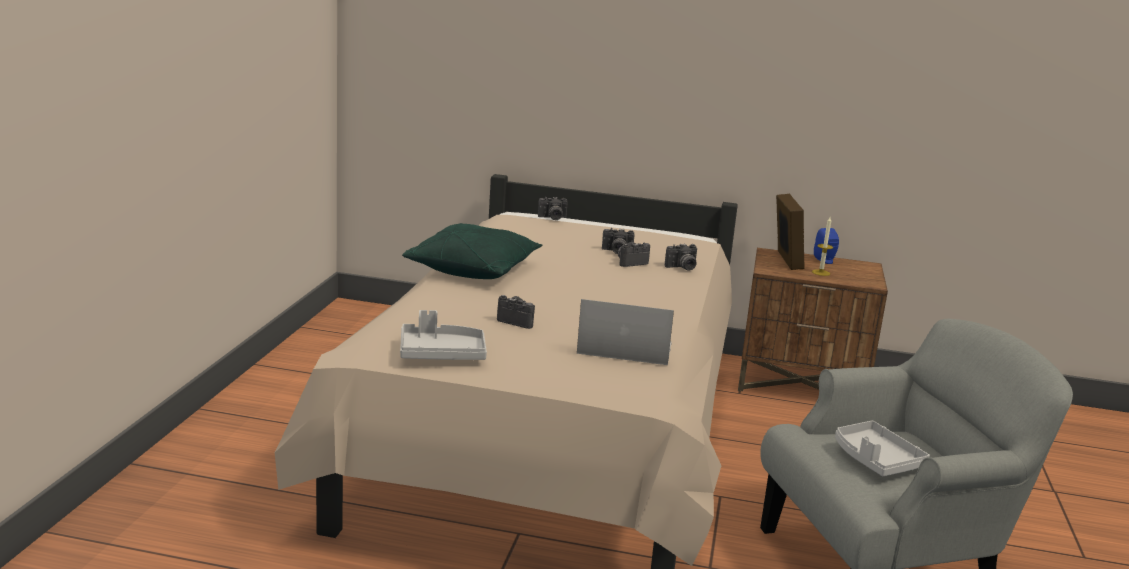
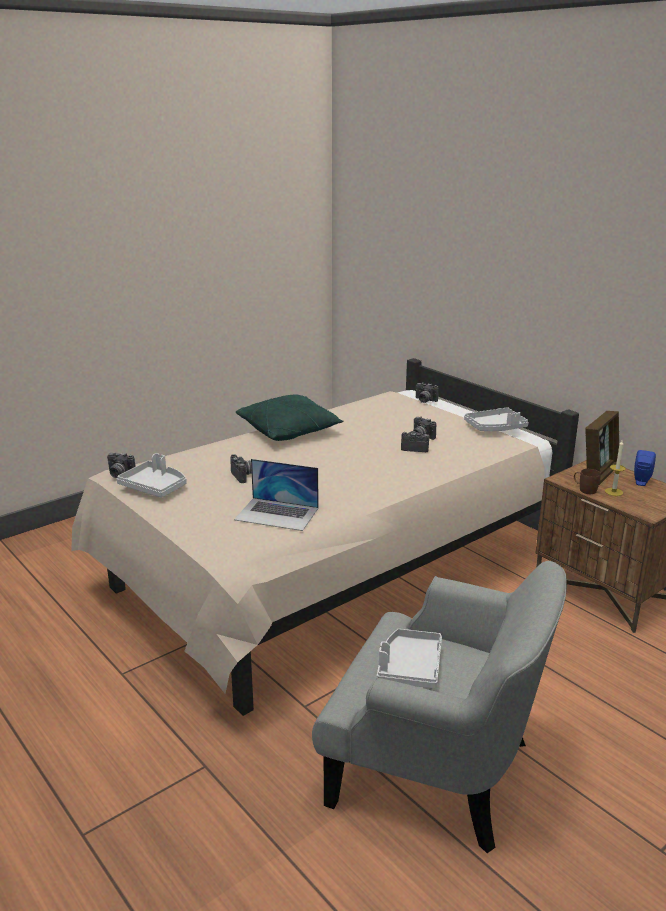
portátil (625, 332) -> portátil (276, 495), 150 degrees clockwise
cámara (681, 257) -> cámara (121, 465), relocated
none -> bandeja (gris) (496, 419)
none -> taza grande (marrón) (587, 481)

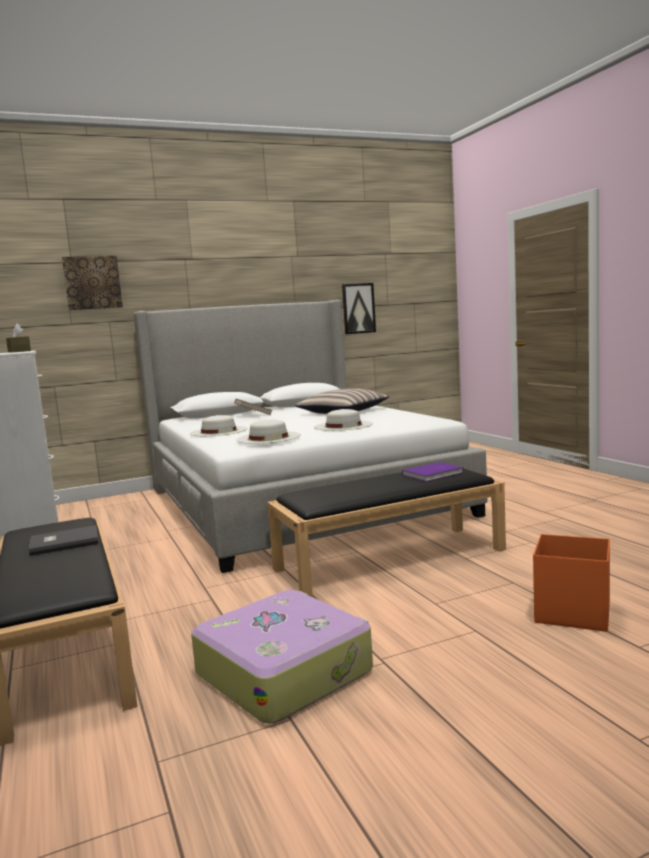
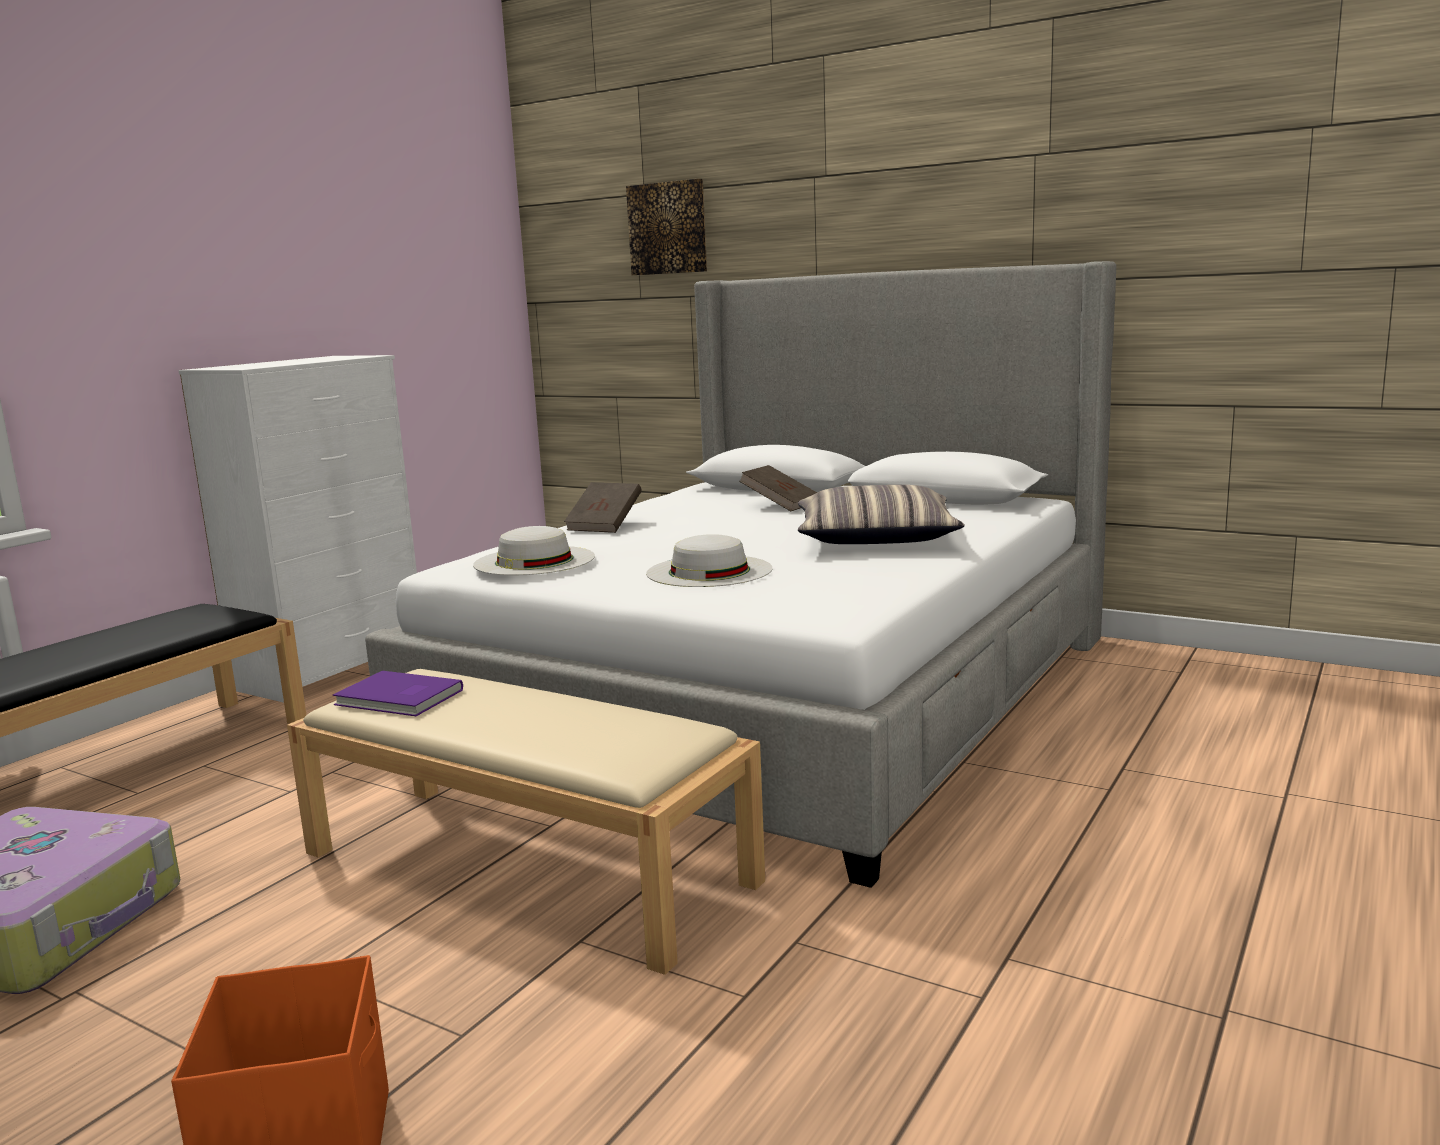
caja de pañuelos (marrón) (18, 337) -> none
libro (gris) (63, 540) -> none
sombrero (blanco) (219, 425) -> libro (marrón) (602, 507)
banco (negro) (386, 532) -> banco (beis) (526, 822)
cuadro (359, 308) -> none
libro (morado) (433, 471) -> libro (morado) (398, 693), relocated

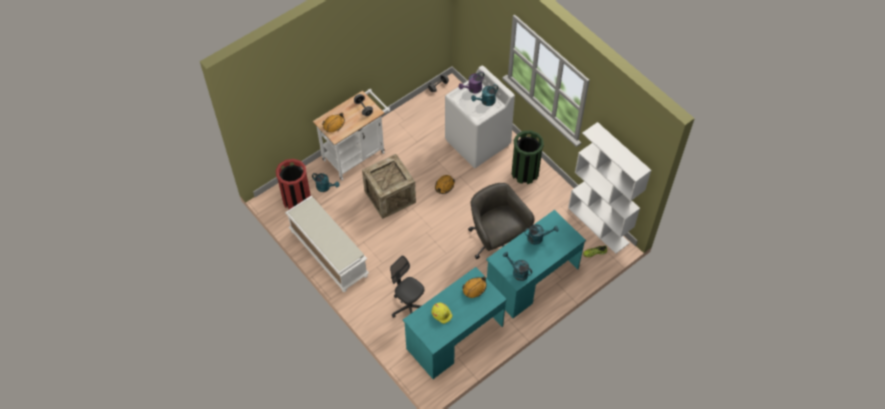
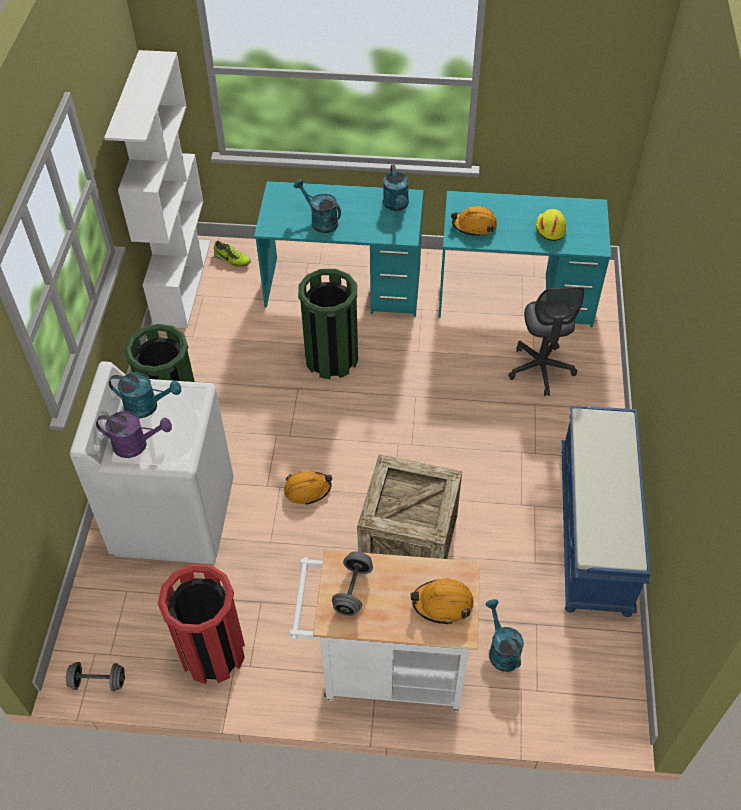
papelera (rojo) (293, 184) -> papelera (rojo) (201, 624), relocated
banco (blanco) (327, 244) -> banco (azul) (606, 511)
silla de oficina (gris) (501, 221) -> papelera (verde) (328, 324)

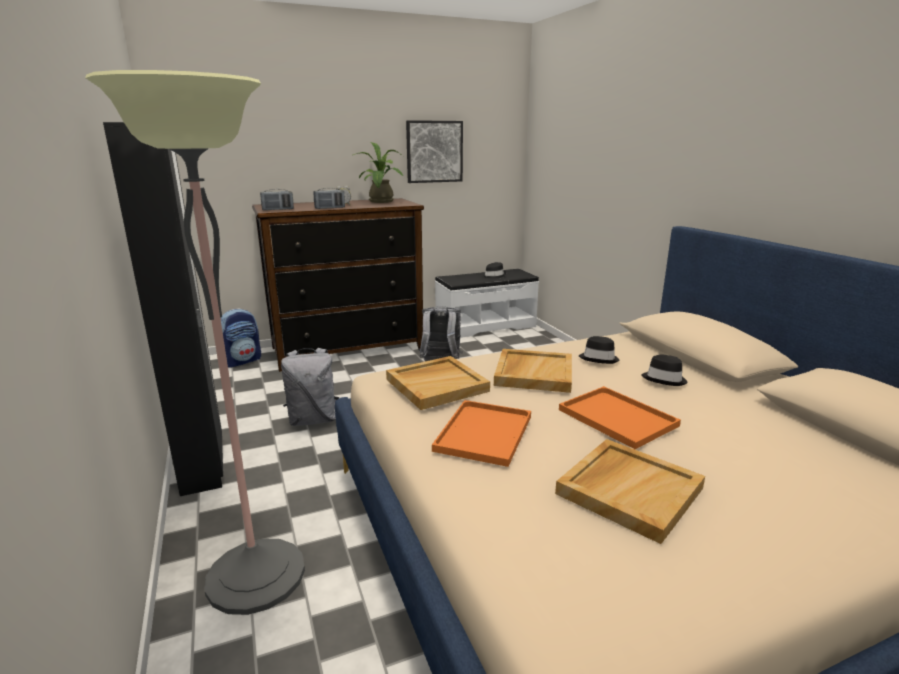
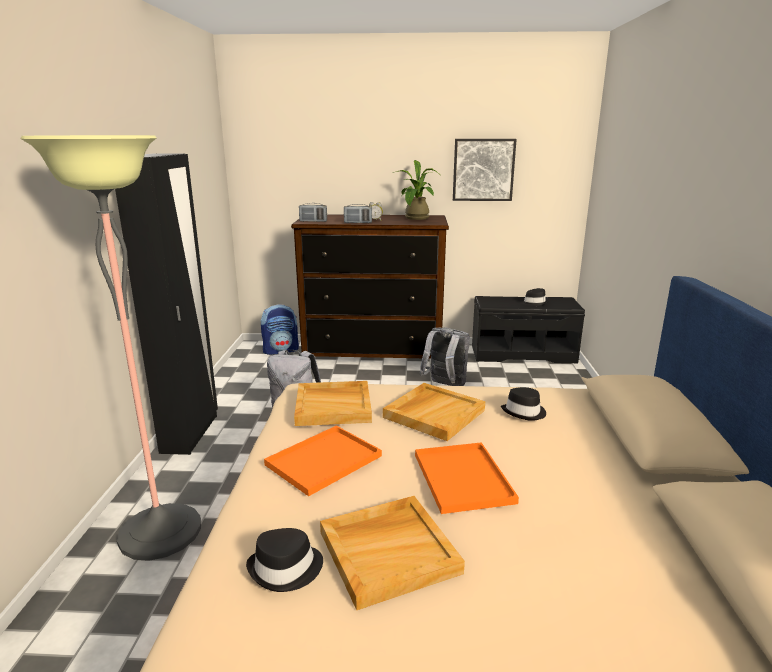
banco (blanco) (487, 303) -> banco (negro) (528, 330)
sombrero (negro) (665, 370) -> sombrero (negro) (284, 560), relocated

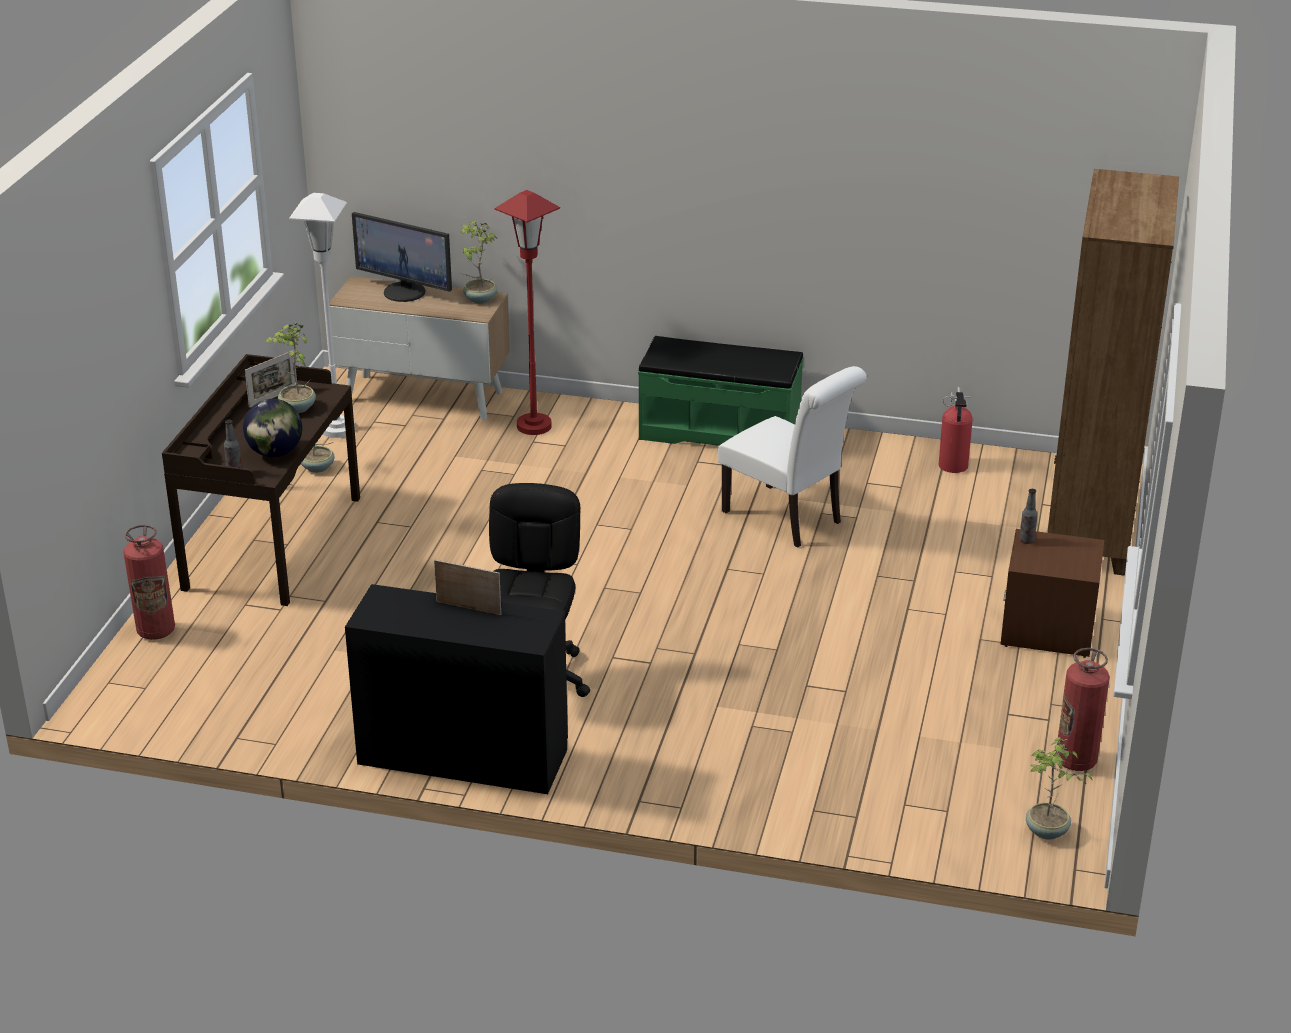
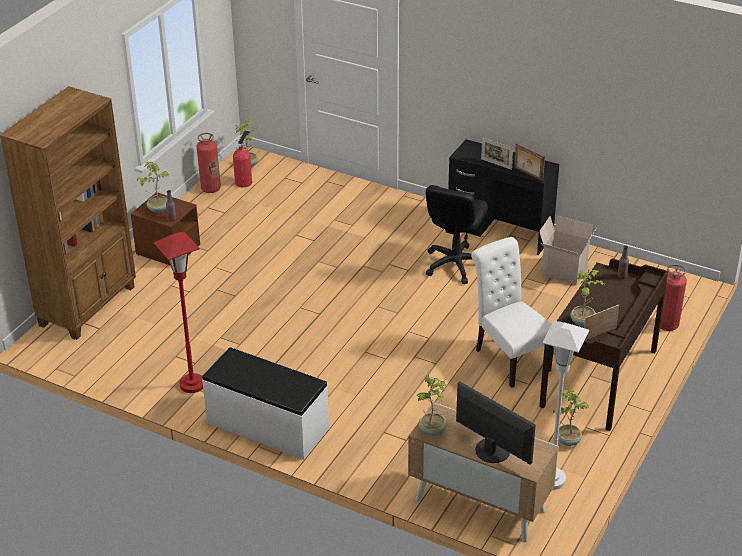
globo terráqueo (272, 428) -> none
lámpara de pie (rojo) (527, 312) -> lámpara de pie (rojo) (178, 312), relocated
banco (verde) (720, 391) -> banco (blanco) (265, 403)
silla (blanco) (792, 456) -> silla (blanco) (512, 312), relocated
extintor (956, 430) -> extintor (242, 158), relocated
none -> planta en maceta (153, 187)
none -> portarretratos (529, 162)
none -> caja de cartón (568, 250)

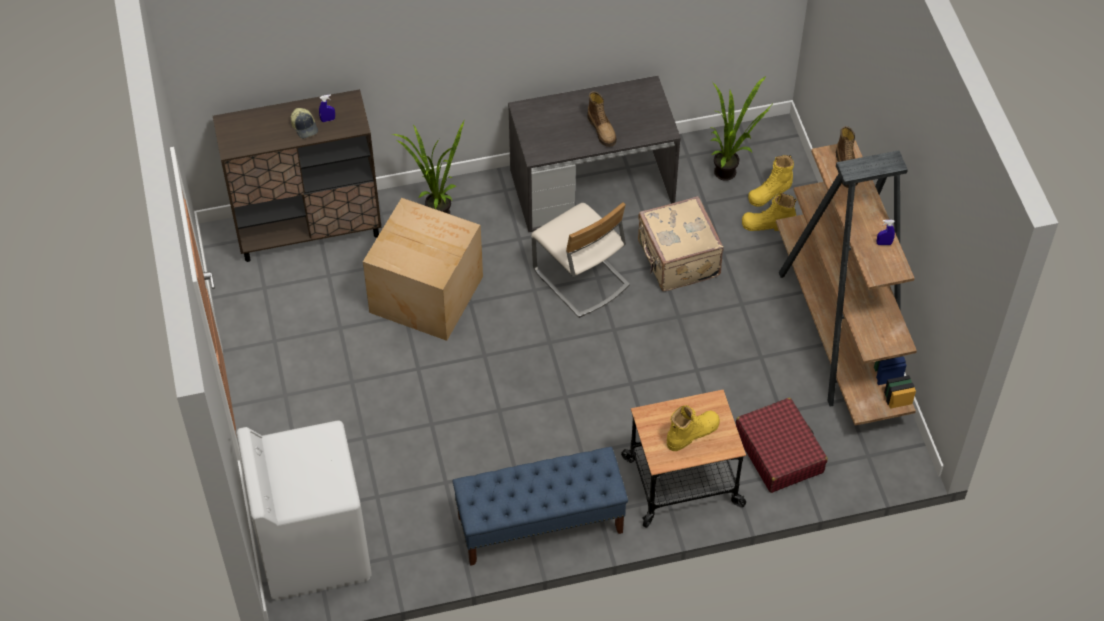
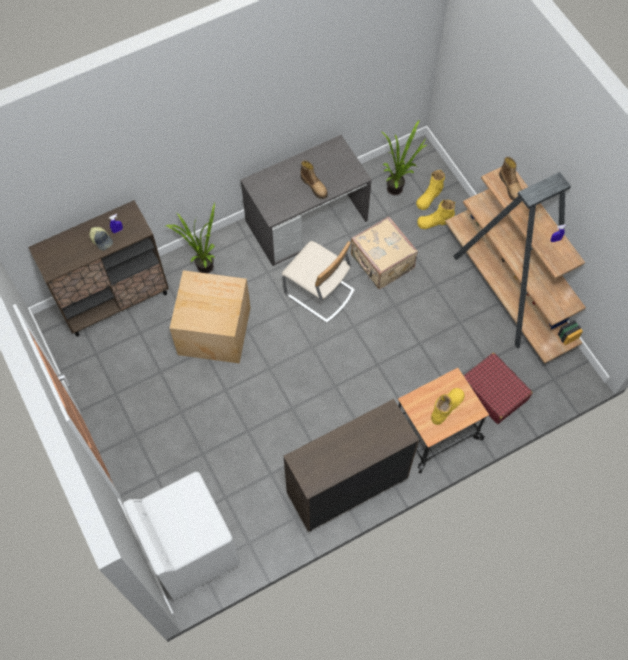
banco (azul) (540, 506) -> armario (marrón) (351, 465)

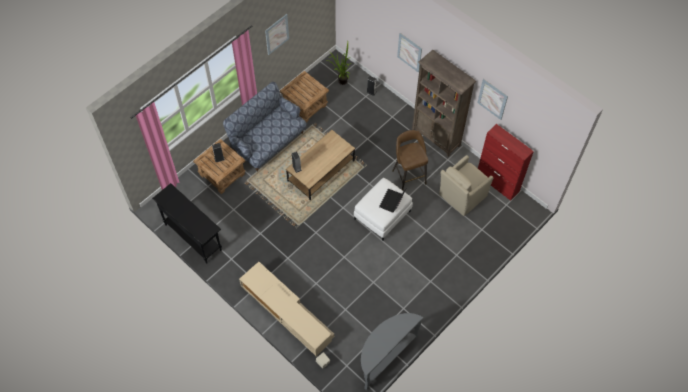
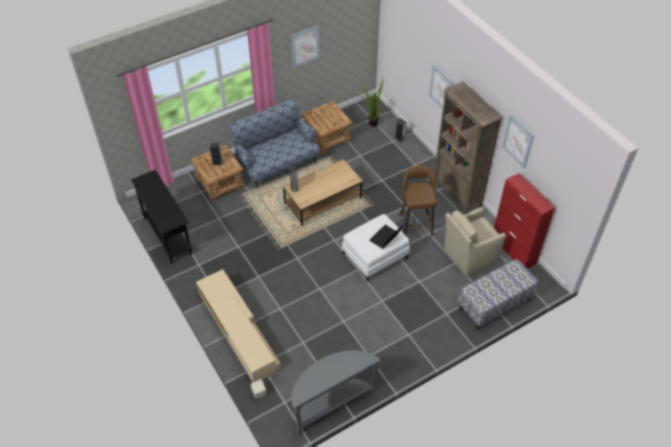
none -> banco (498, 294)

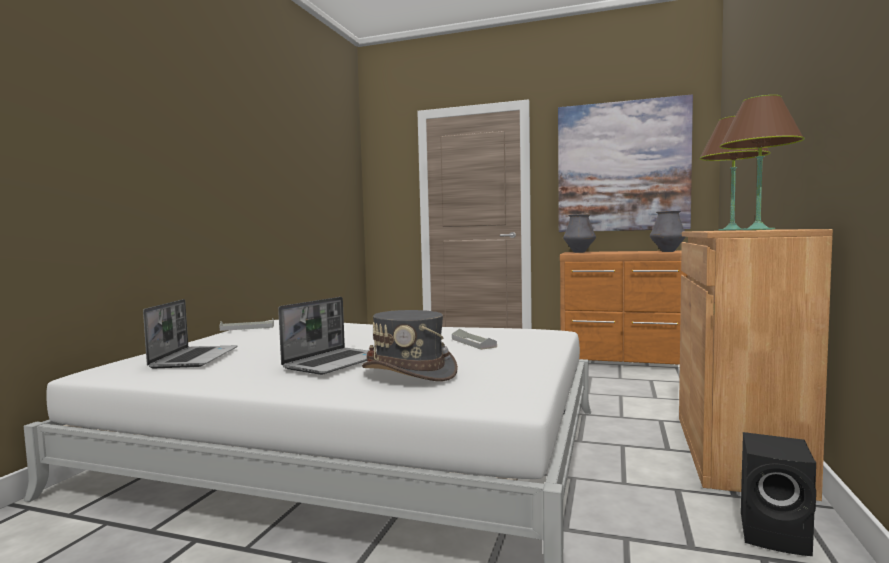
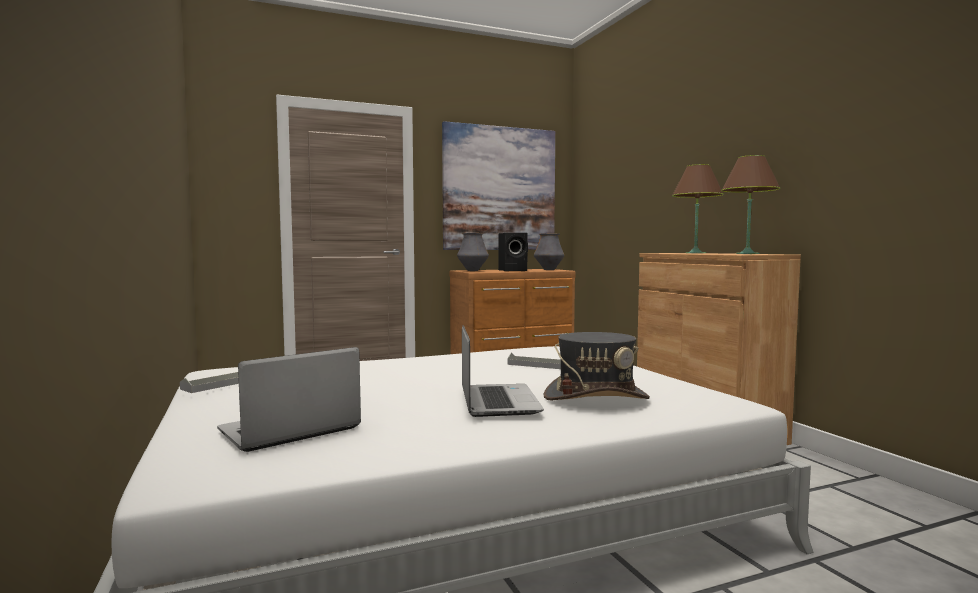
portátil (190, 333) -> portátil (289, 399), 90 degrees counterclockwise
altavoz (negro) (778, 494) -> altavoz (negro) (513, 252), relocated

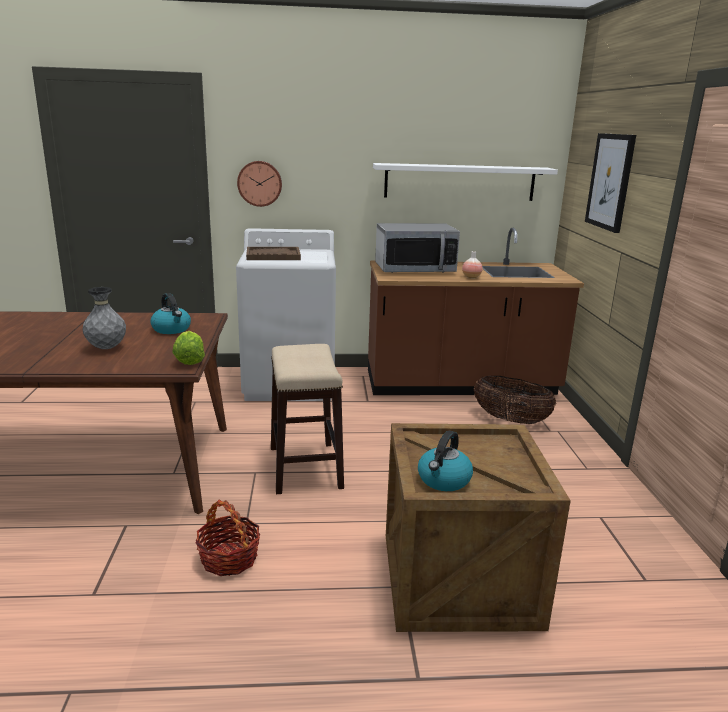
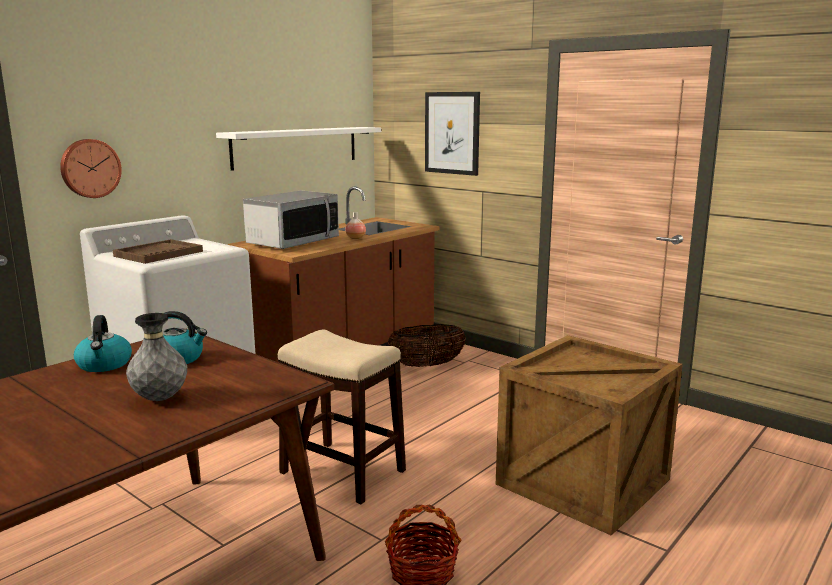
lechuga (188, 348) -> none
hervidor (445, 461) -> hervidor (103, 343), relocated

